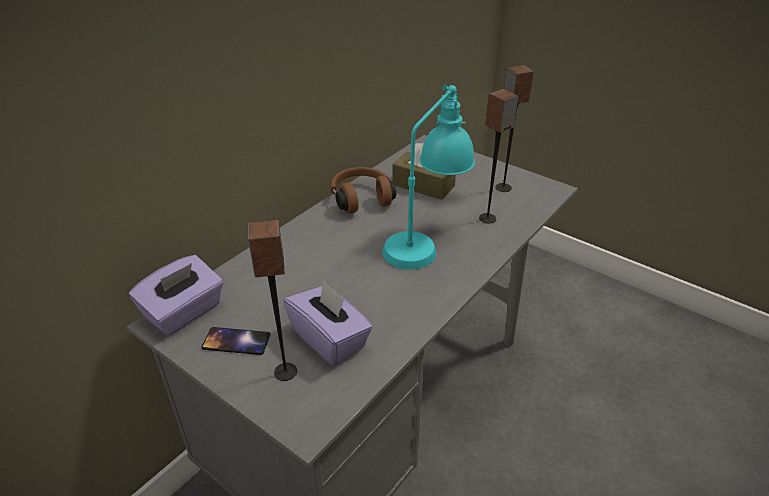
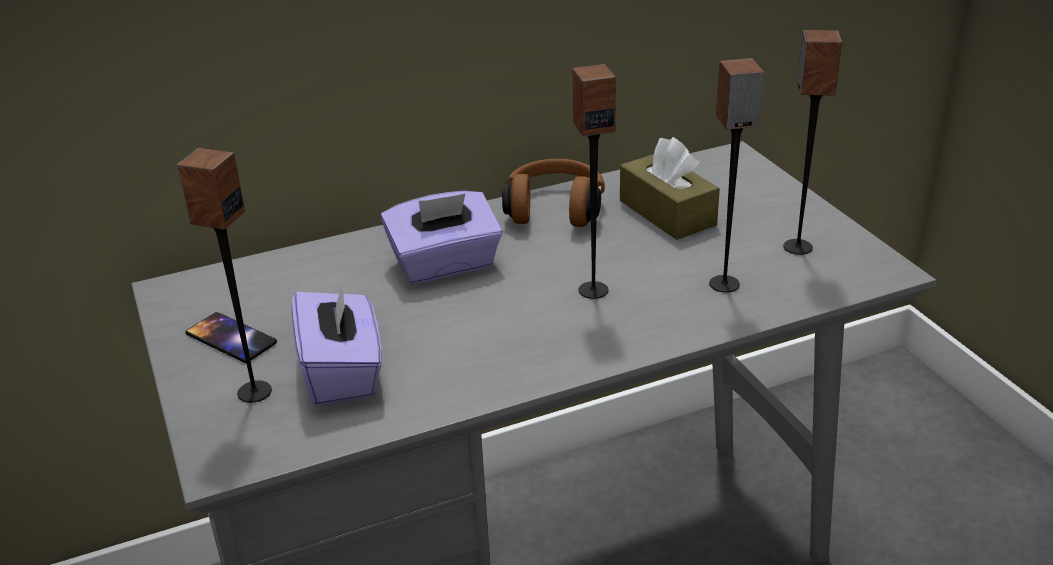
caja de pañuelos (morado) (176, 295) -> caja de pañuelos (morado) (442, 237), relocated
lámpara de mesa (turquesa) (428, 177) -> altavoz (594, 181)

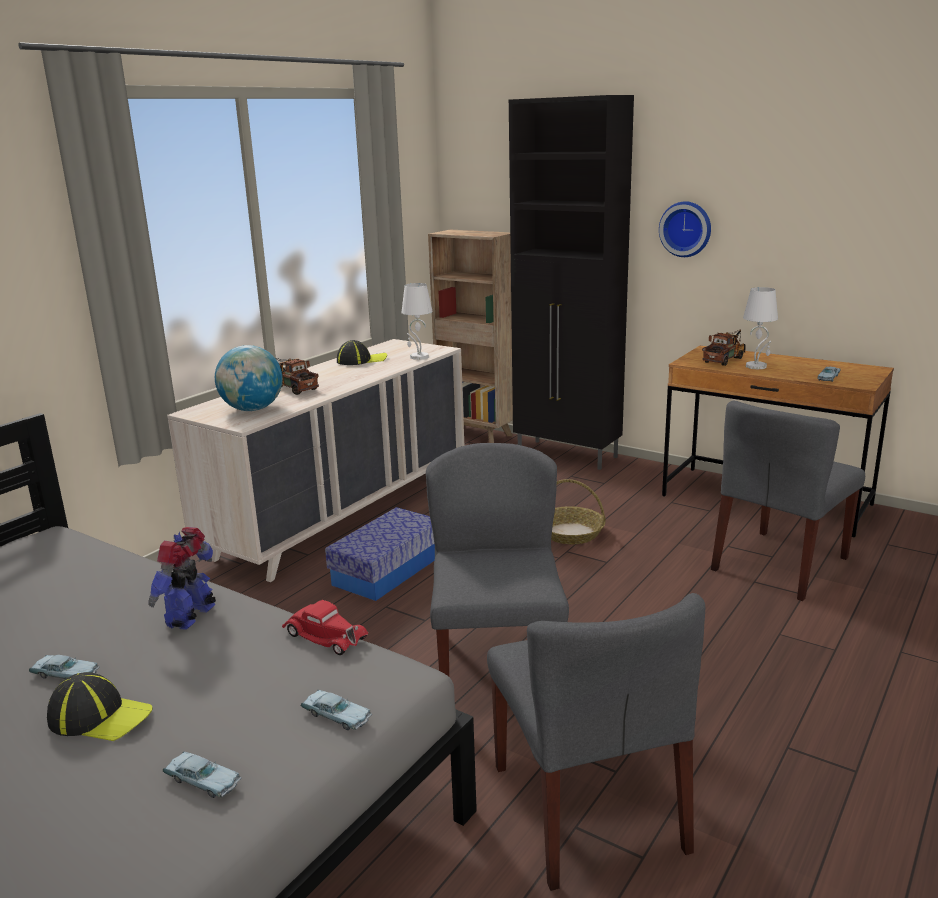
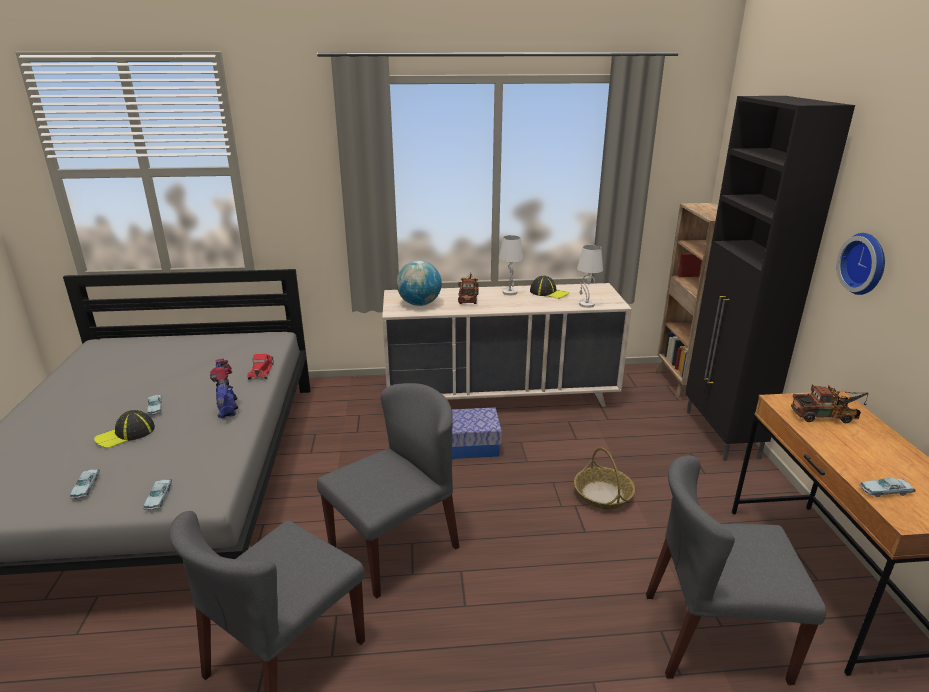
gorra (100, 706) -> gorra (124, 429), 75 degrees clockwise
robot de juguete (182, 578) -> robot de juguete (224, 388), 90 degrees counterclockwise
coche de juguete (rojo) (325, 627) -> coche de juguete (rojo) (260, 366), relocated
lámpara de mesa (blanco) (760, 328) -> lámpara de mesa (blanco) (511, 265), relocated

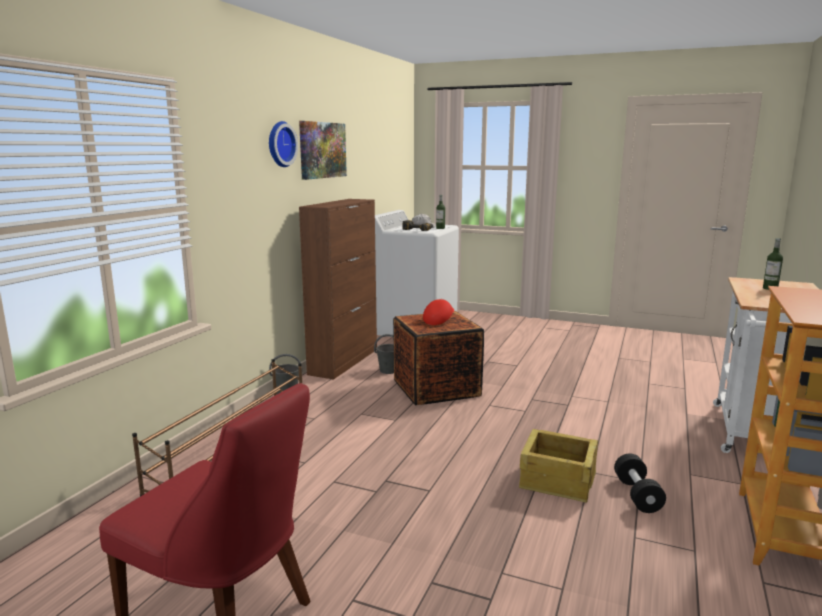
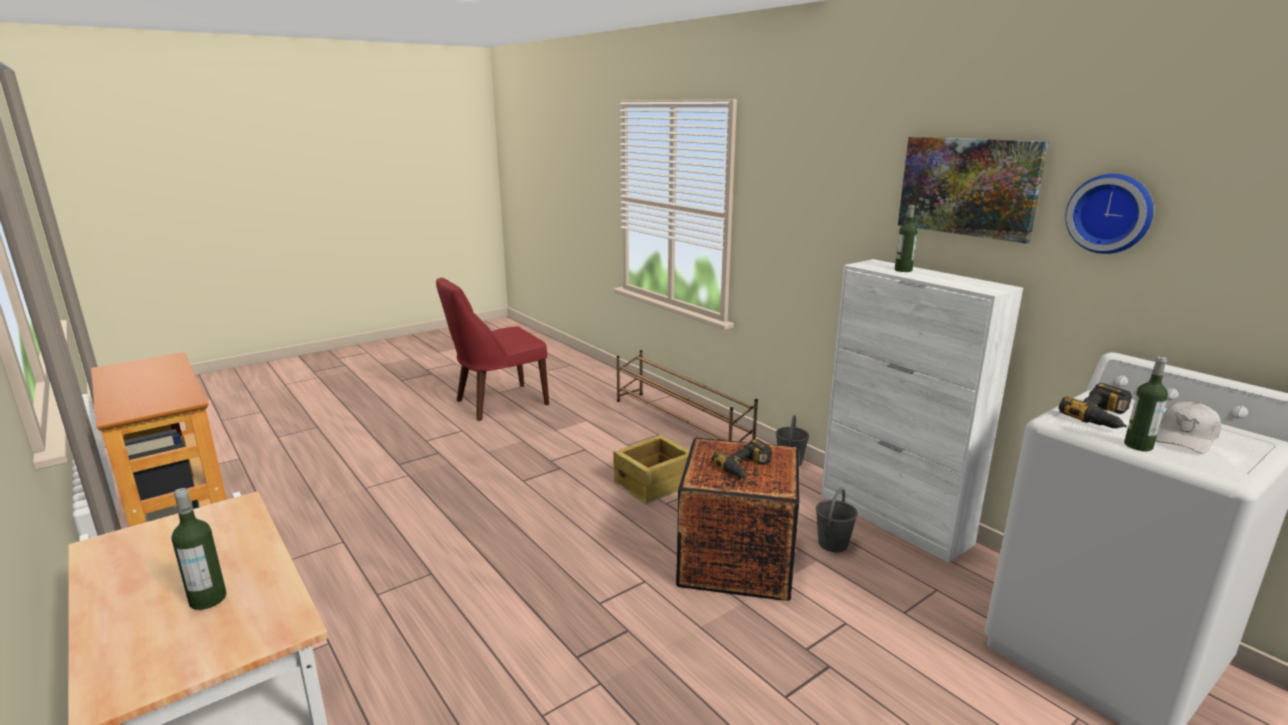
reloj de pared (283, 144) -> reloj de pared (1109, 214), relocated
armario (marrón) (338, 289) -> armario (blanco) (922, 411)
gorra (rojo) (438, 312) -> taladro (742, 458)
caja de embalaje (558, 466) -> caja de embalaje (652, 470), relocated
mancuerna (negro) (640, 483) -> none
none -> botella (906, 238)

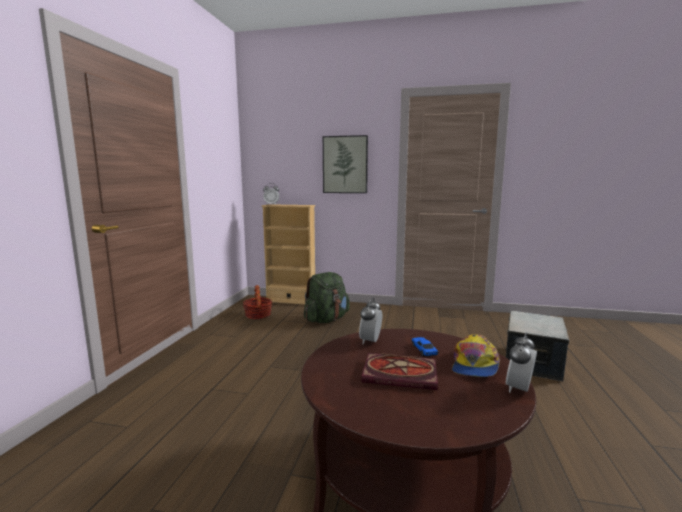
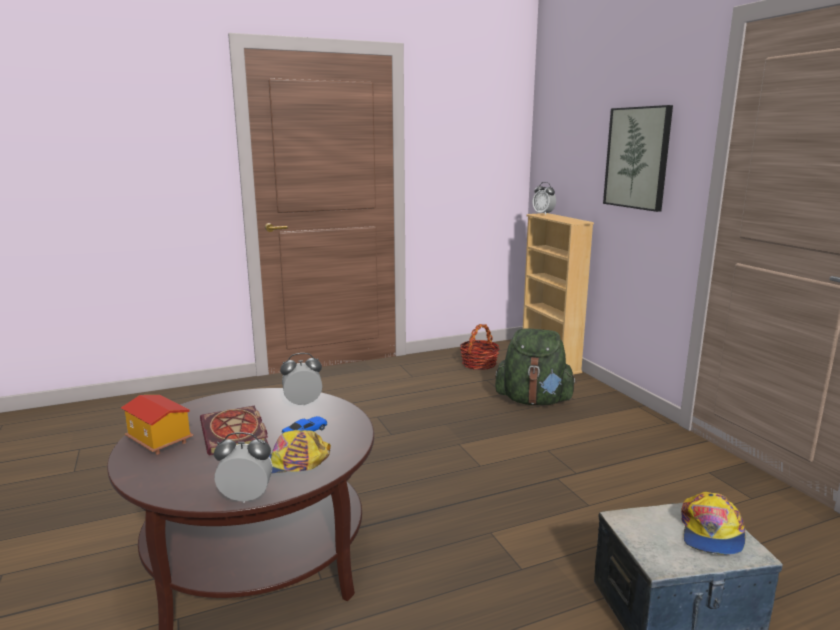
none -> casita (157, 425)
none -> gorra (713, 523)

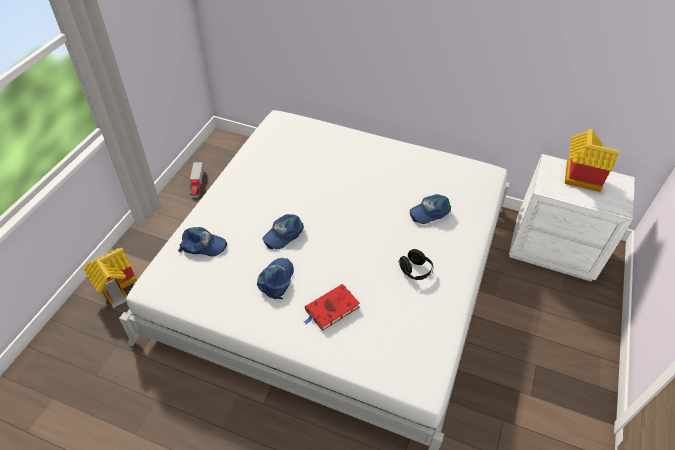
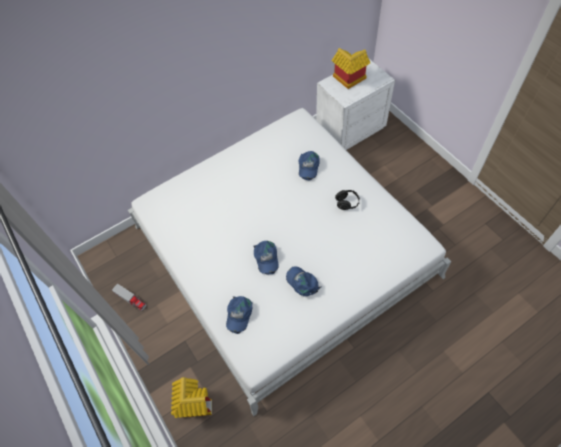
gorra (azul) (202, 241) -> gorra (azul) (239, 315), 150 degrees clockwise
libro (rojo) (332, 307) -> none

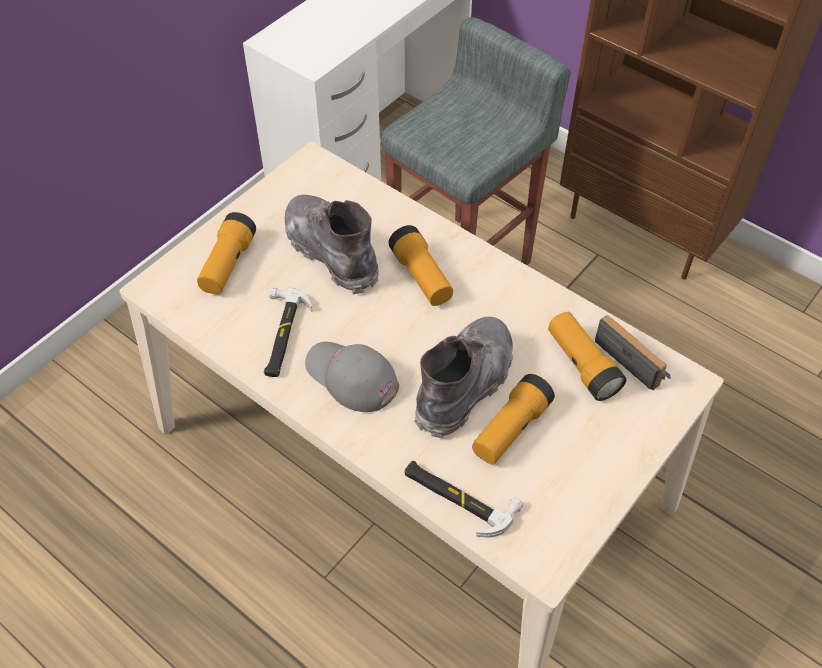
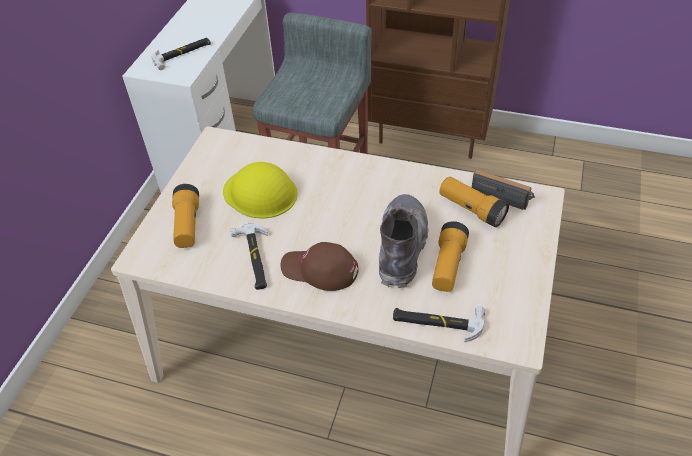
bota (gris) (332, 244) -> casco (amarillo) (260, 190)
gorra (gris) (352, 377) -> gorra (marrón) (319, 266)
linterna (421, 265) -> none
none -> martillo (181, 54)

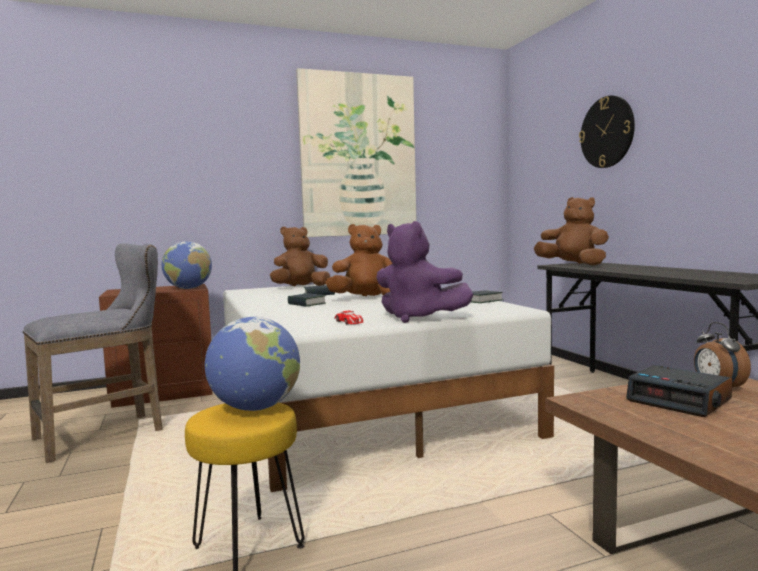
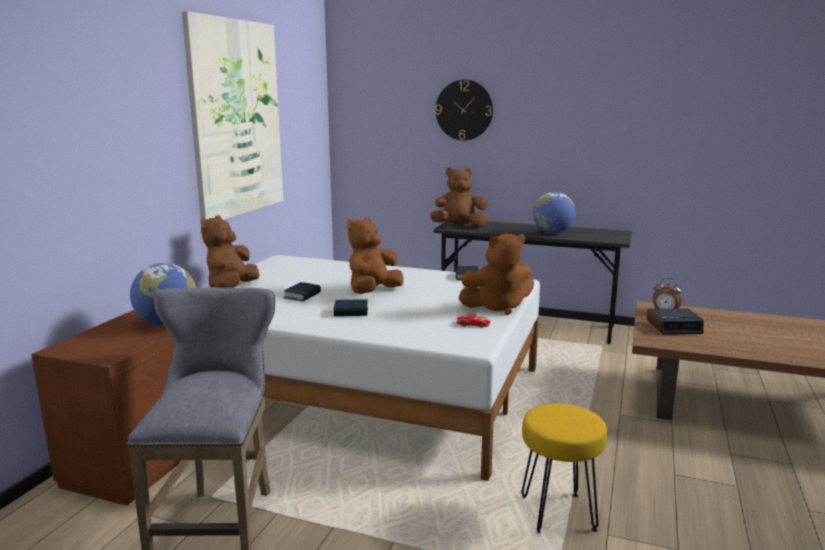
globo terráqueo (252, 364) -> globo terráqueo (554, 213), relocated
peluche (morado) (424, 272) -> peluche (marrón) (496, 274)

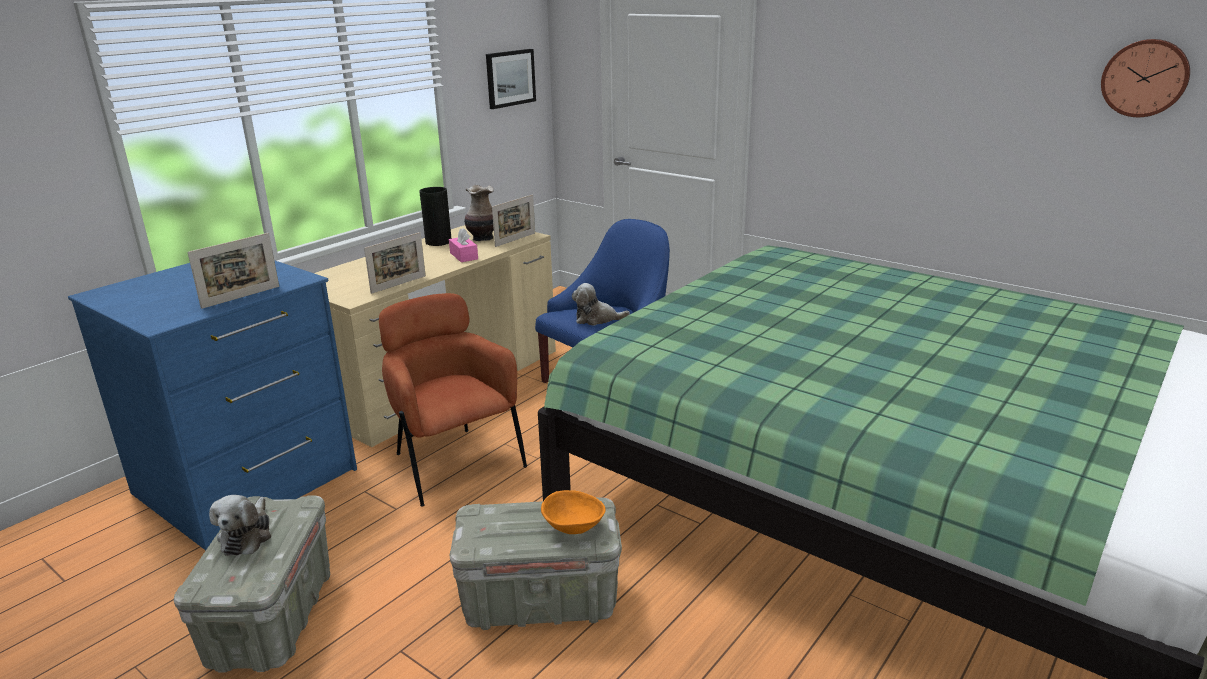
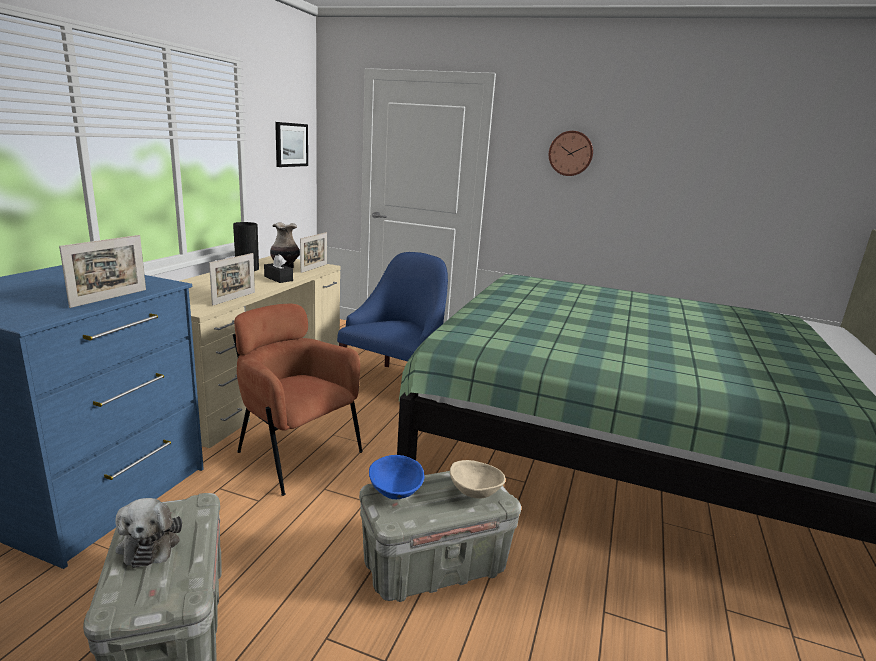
caja de pañuelos (rosa) (463, 245) -> caja de pañuelos (negro) (278, 268)
cuenco (naranja) (573, 512) -> cuenco (beis) (477, 479)
peluche (601, 304) -> none
reloj de pared (1145, 78) -> reloj de pared (571, 153), relocated
none -> cuenco (azul) (397, 477)

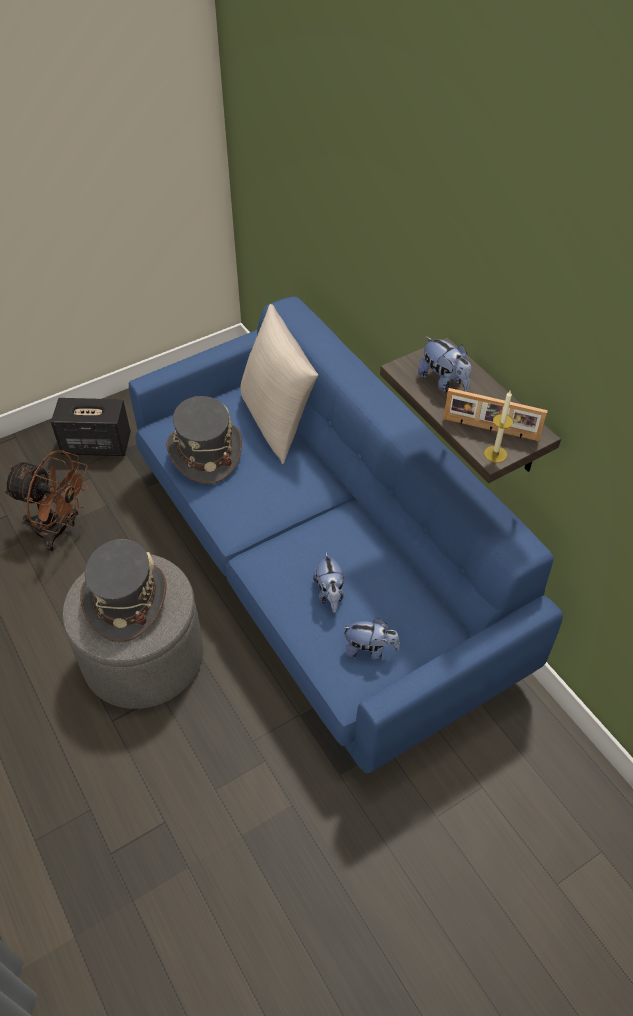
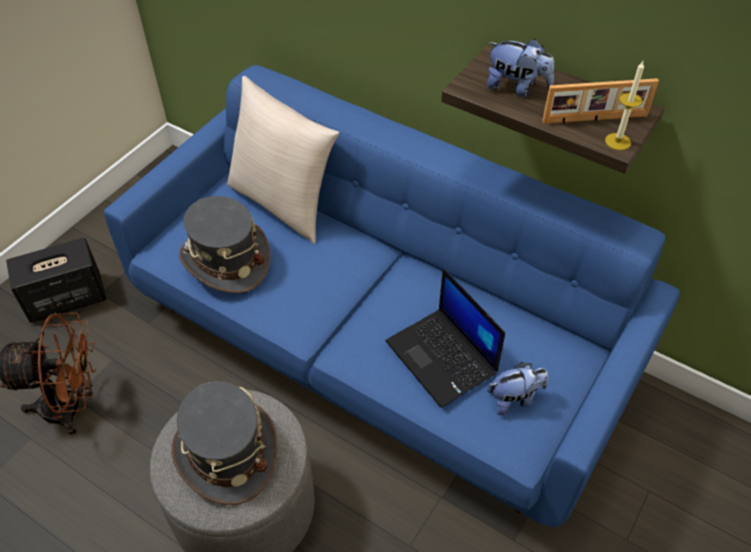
peluche (328, 582) -> portátil (445, 338)

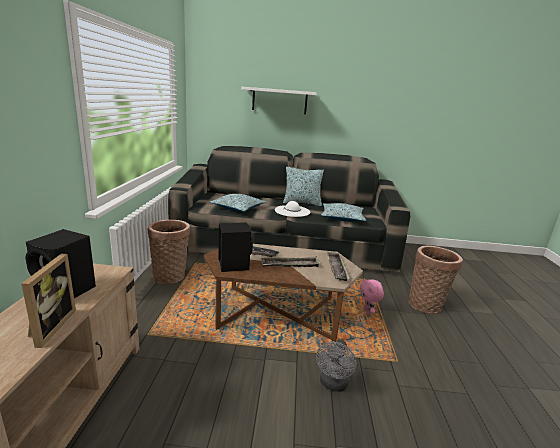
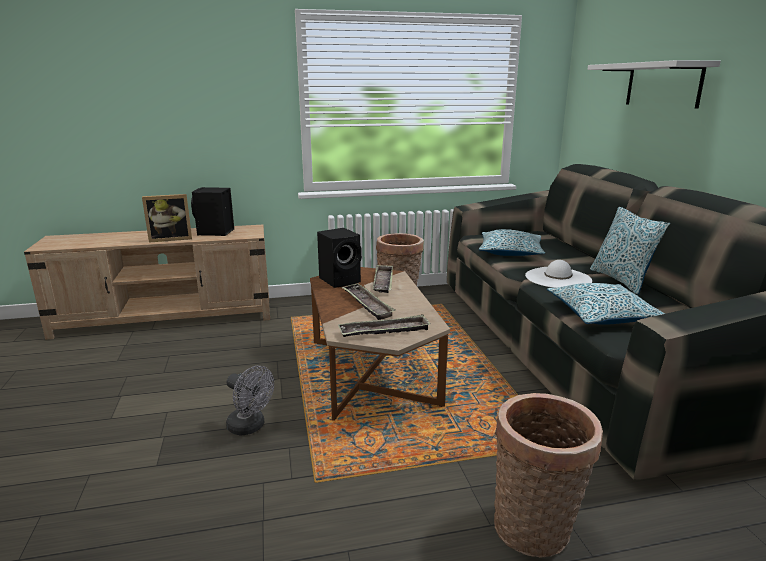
ventilador (gris) (336, 366) -> ventilador (gris) (250, 400), 150 degrees counterclockwise
peluche (rosa) (372, 296) -> none

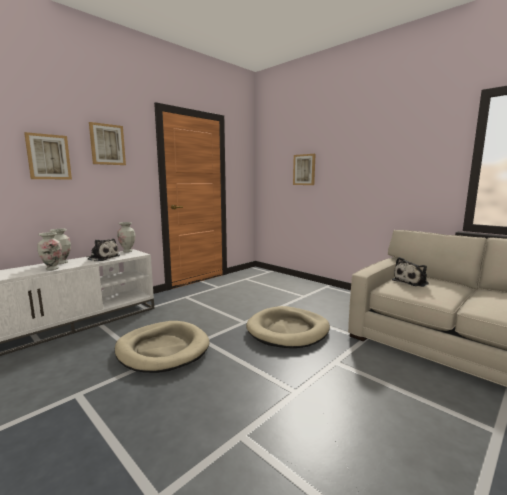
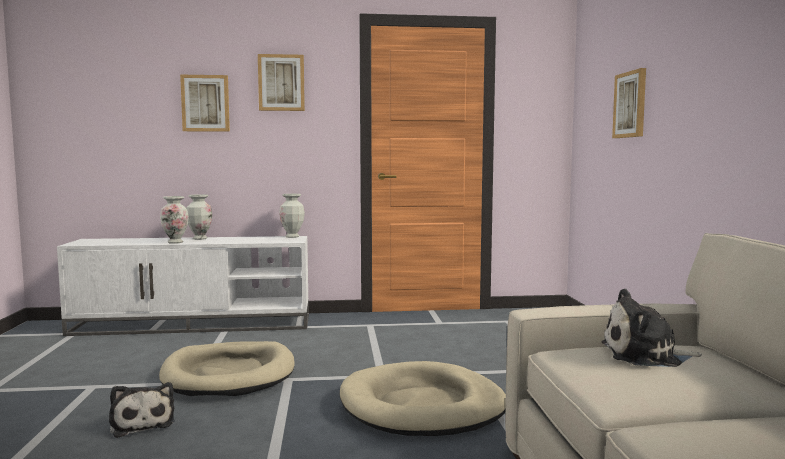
peluche (103, 250) -> peluche (142, 410), relocated

